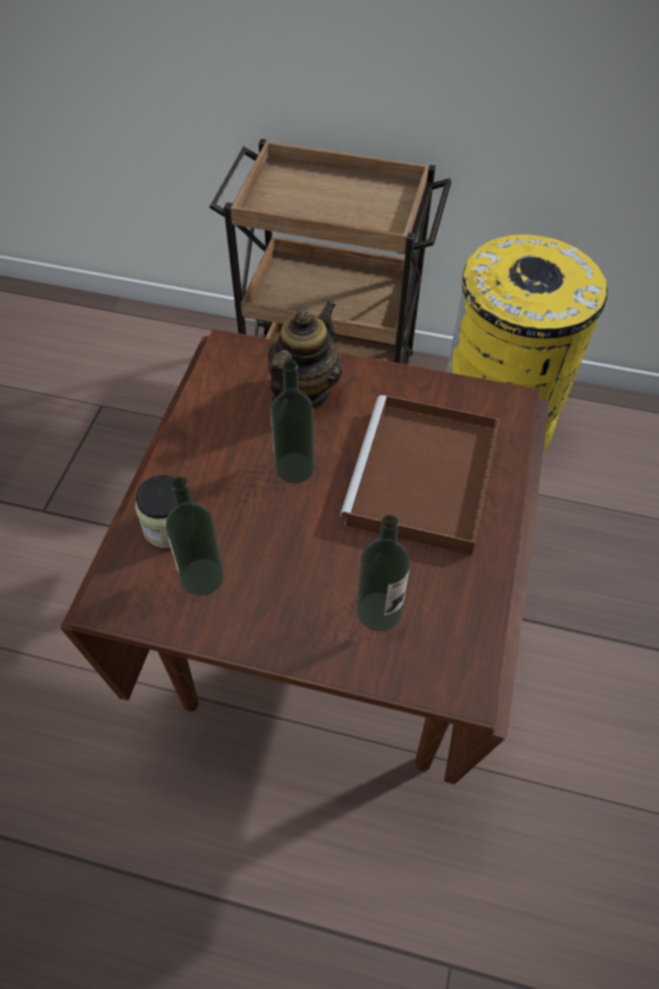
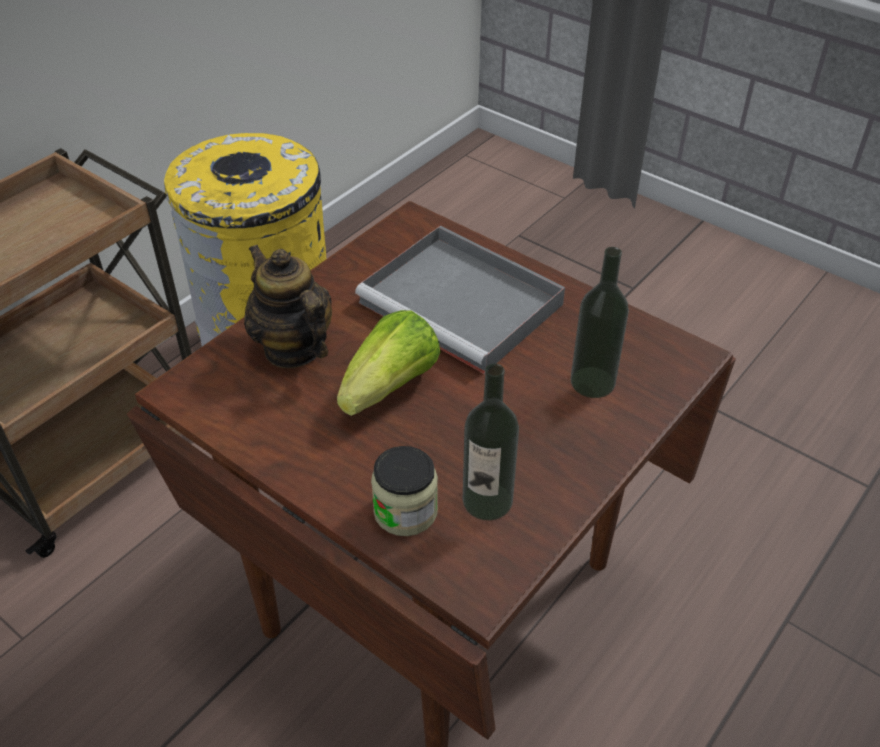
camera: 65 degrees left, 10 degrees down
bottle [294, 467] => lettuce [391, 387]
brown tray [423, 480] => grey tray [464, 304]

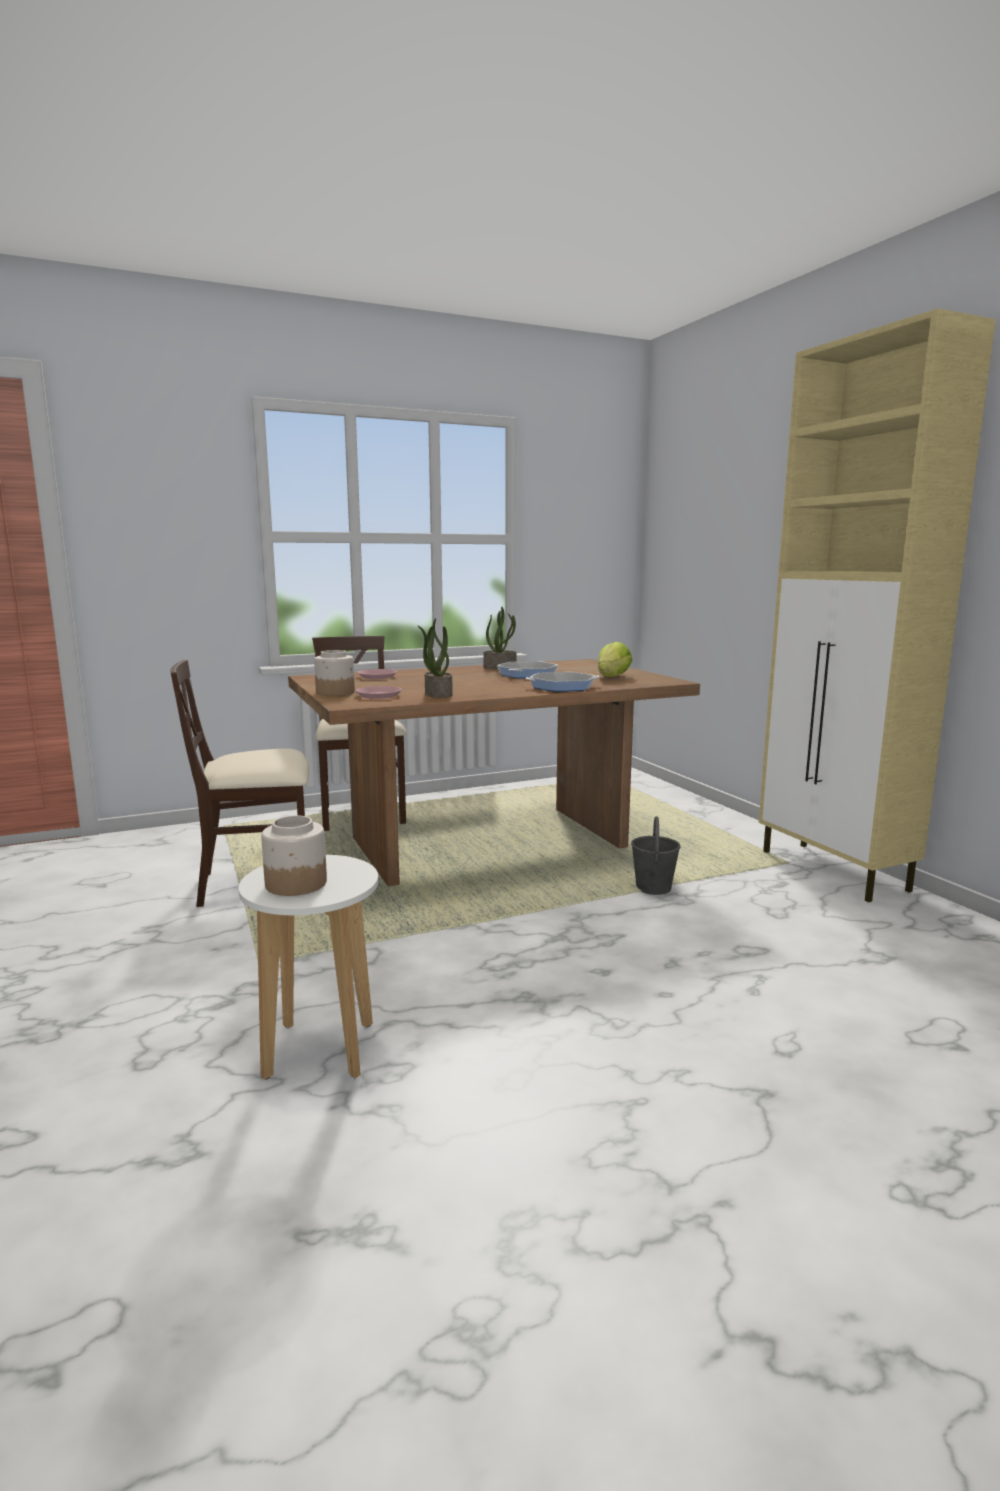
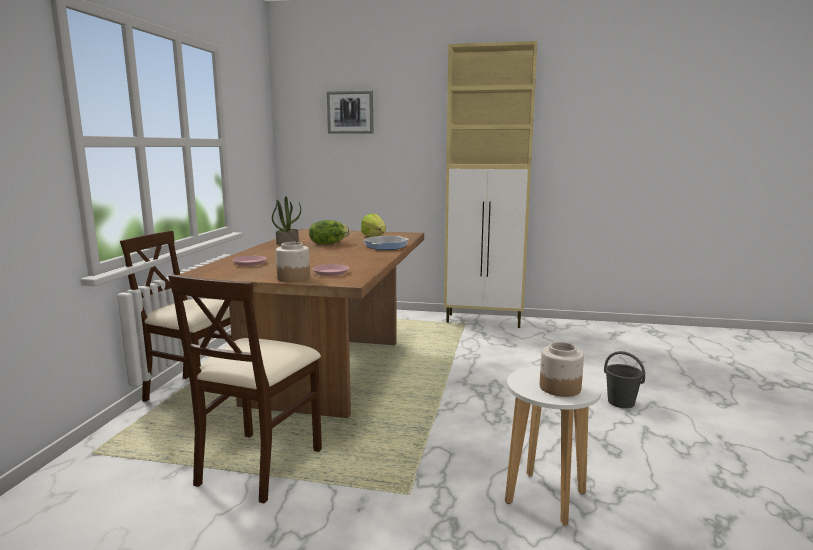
camera: 55 degrees left, 0 degrees up
potted plant [437, 694] => nothing
frying pan [527, 674] => lettuce [328, 243]
grey bucket [653, 888] => grey bucket [621, 402], relocated
nothing => picture [350, 112]

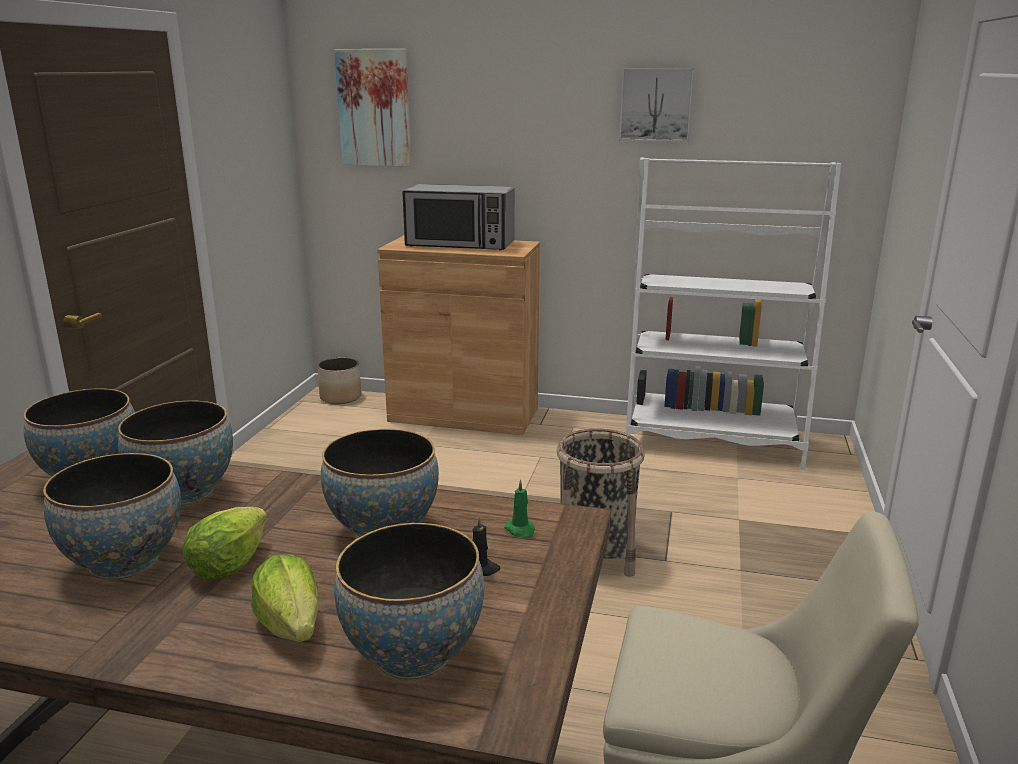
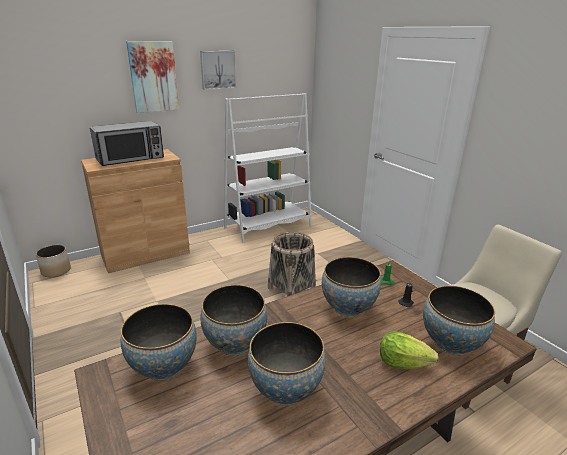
camera: 45 degrees left, 5 degrees up
picture [374, 108] => picture [153, 77], relocated
lettuce [228, 565] => nothing

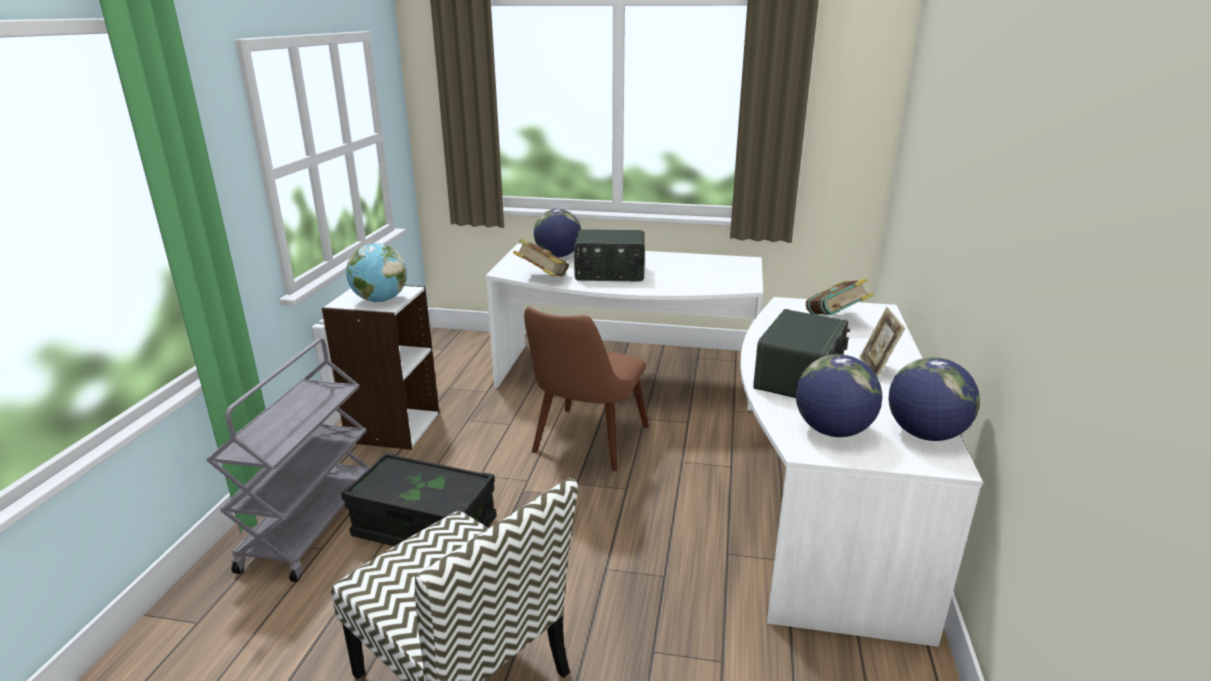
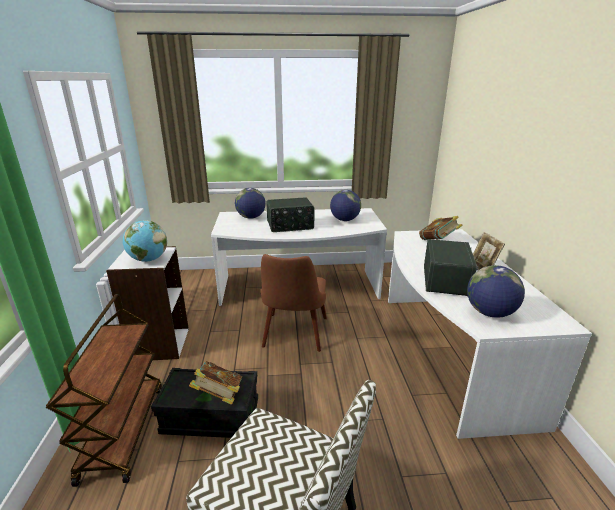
camera: 15 degrees left, 0 degrees up
book [542, 278] => book [218, 396], relocated
grey cart [310, 523] => brown cart [123, 430]
globe [925, 434] => globe [345, 220], relocated

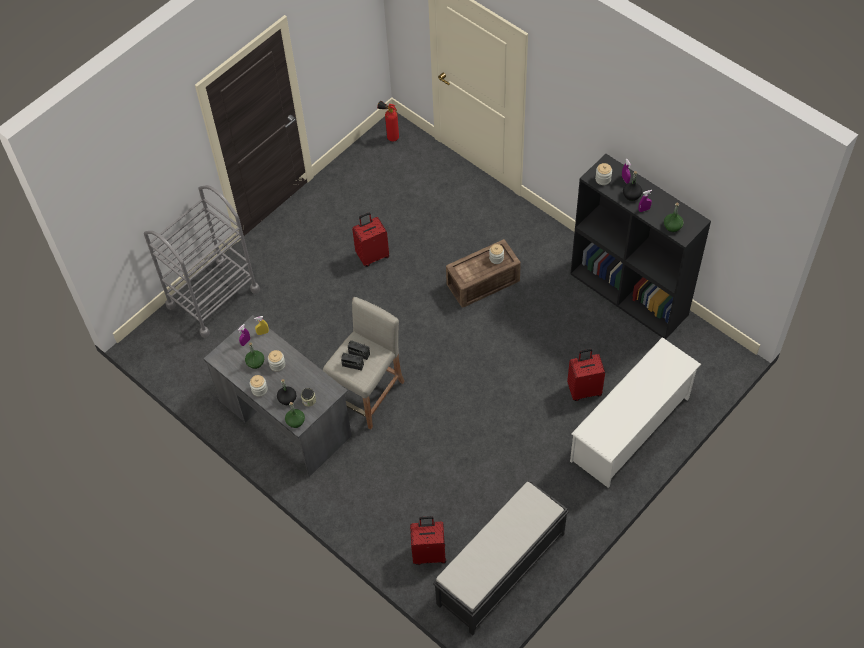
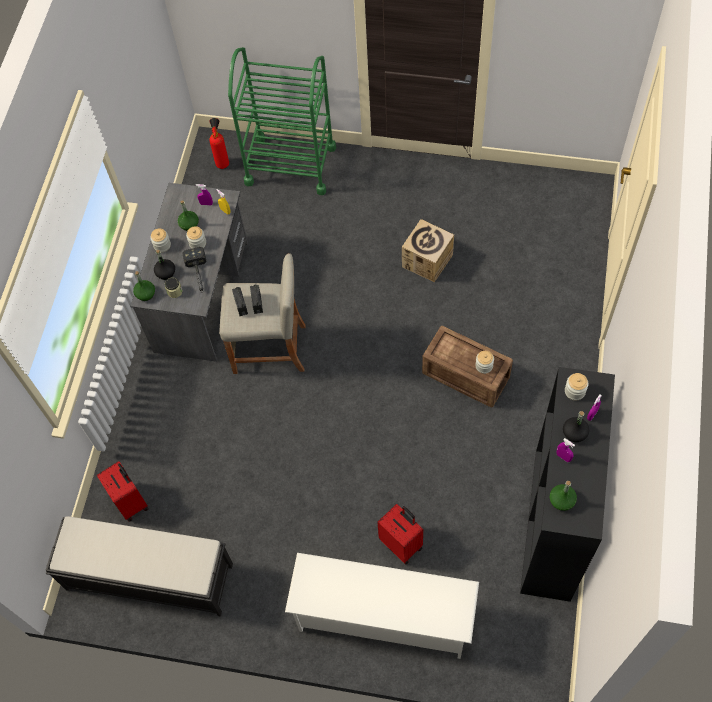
camera: 60 degrees right, 5 degrees up
fire extinguisher [390, 137] => fire extinguisher [222, 162], relocated
grey cart [213, 298] => green cart [290, 165]
red suitcase [372, 255] => cardboard box [427, 261]
nothing => hammer [198, 275]

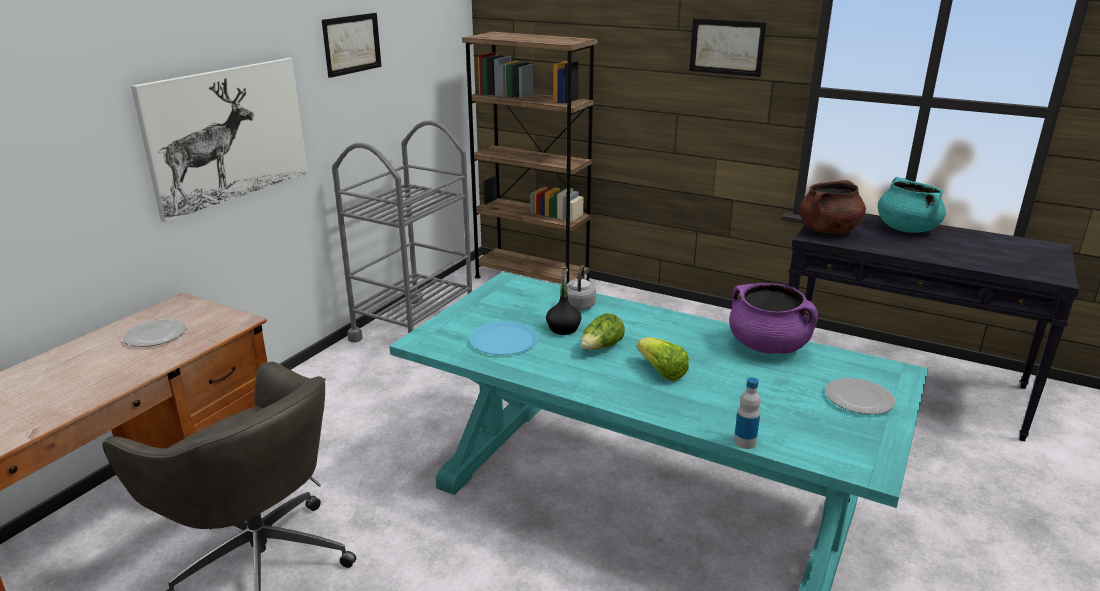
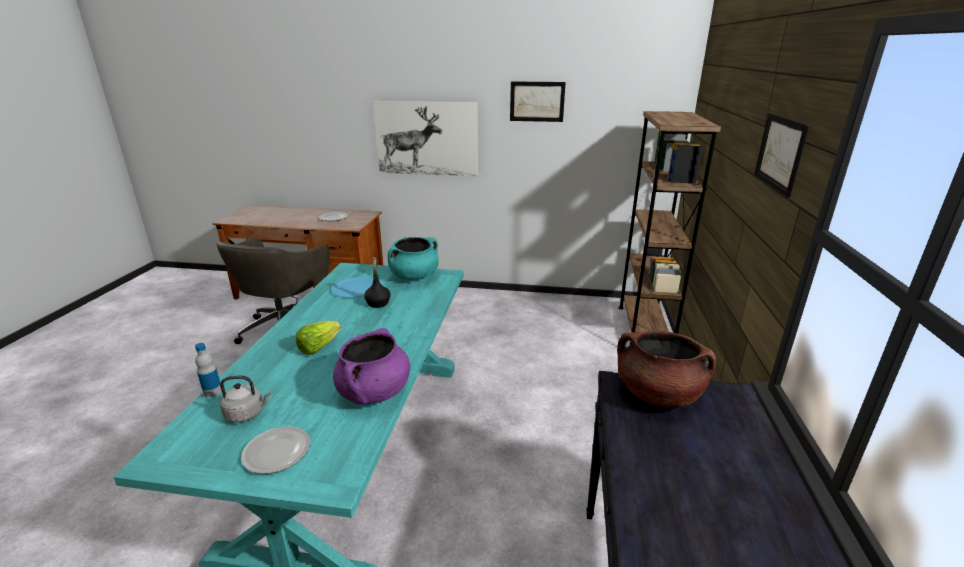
camera: 70 degrees right, 0 degrees up
grey cart [414, 327] => nothing
turquoise cooking pot [906, 229] => turquoise cooking pot [414, 276], relocated
grey kettle [579, 305] => grey kettle [247, 413], relocated
lettuce [601, 347] => nothing

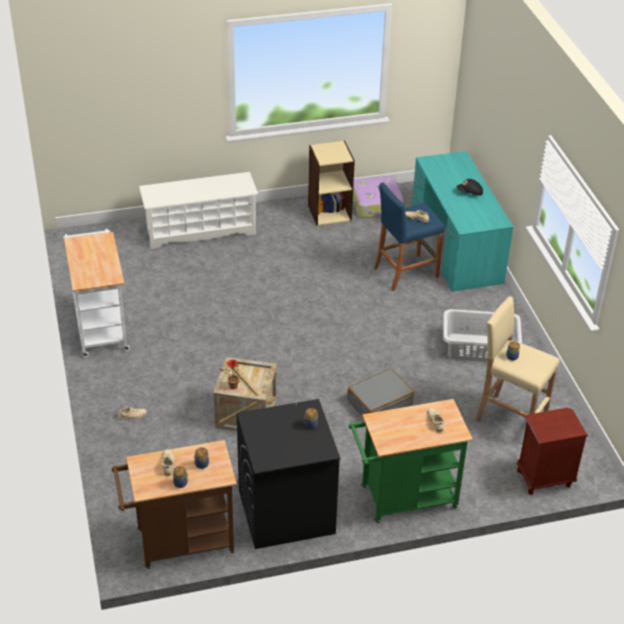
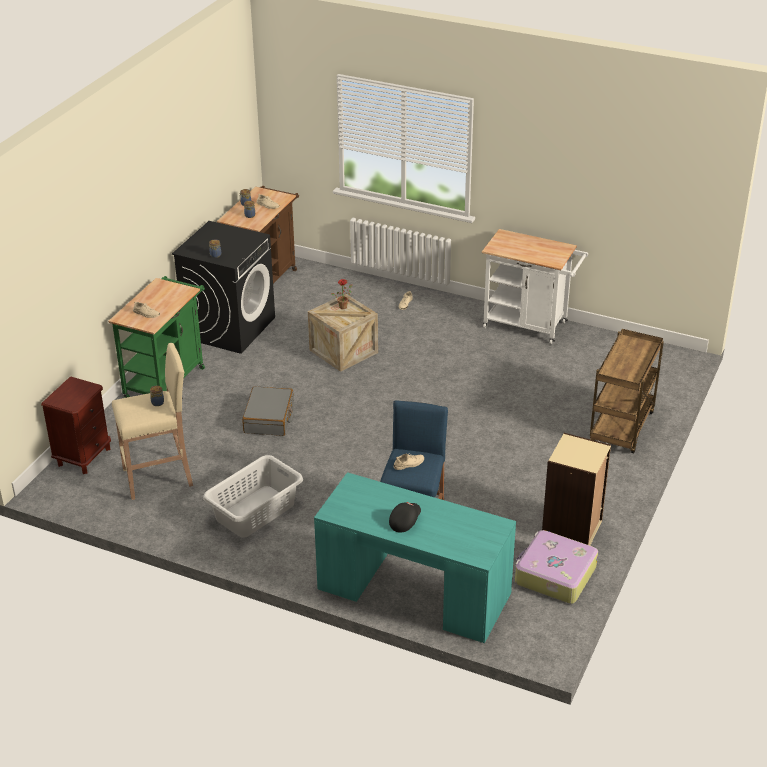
camera: 130 degrees right, 5 degrees down
white shoe rack [200, 230] => brown cart [622, 429]

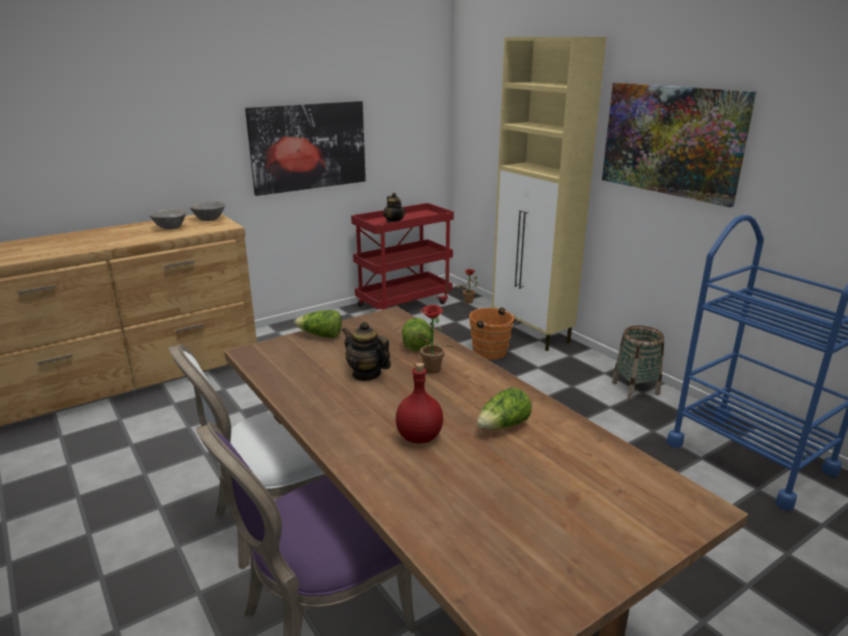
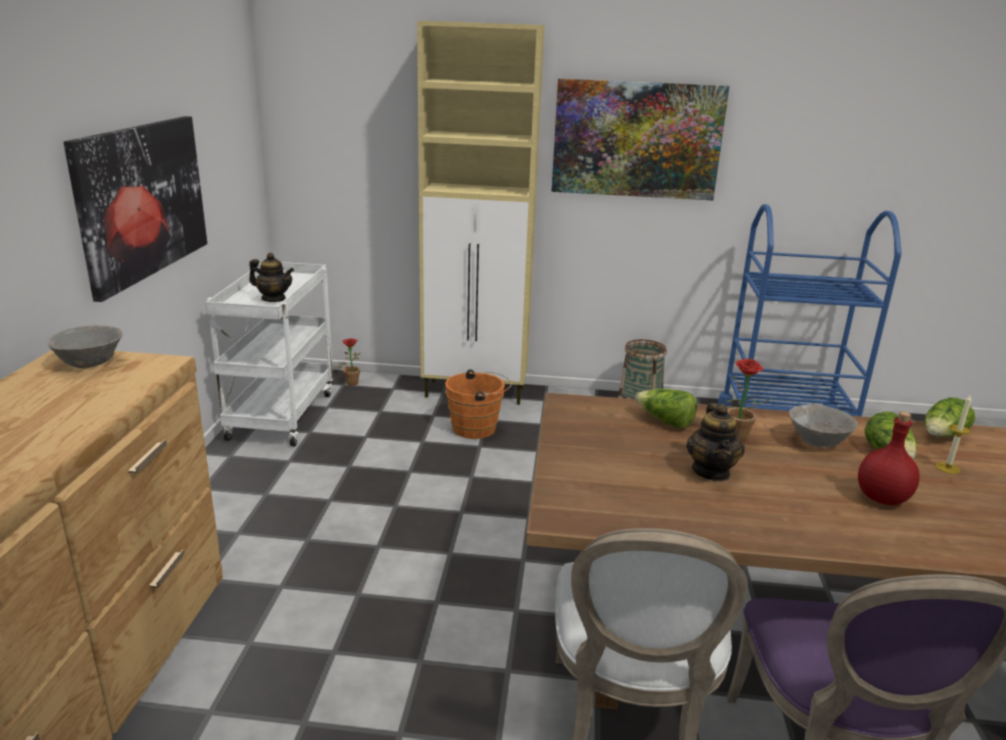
camera: 50 degrees left, 0 degrees up
red cart [404, 304] => white cart [281, 414]
grey bowl [170, 228] => grey bowl [816, 442], relocated
lettuce [321, 336] => lettuce [942, 436], relocated
teapot [366, 374] => teapot [711, 471], 75 degrees counterclockwise
nothing => candle [947, 468]

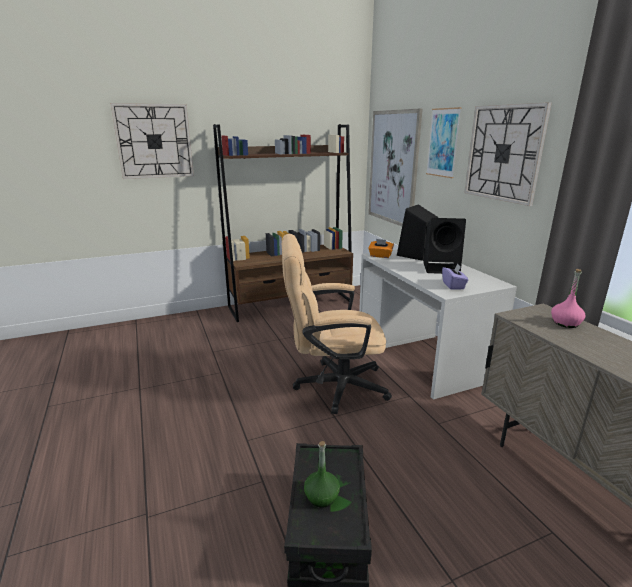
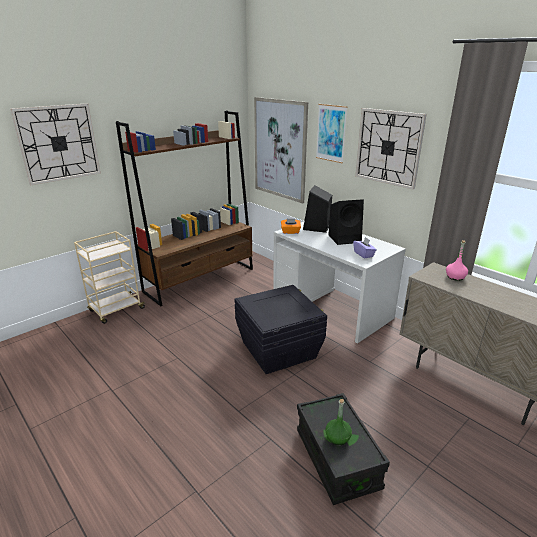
camera: 20 degrees left, 5 degrees up
beige office chair [332, 386] => black storage box [279, 349]
nothing => beige cart [116, 310]

